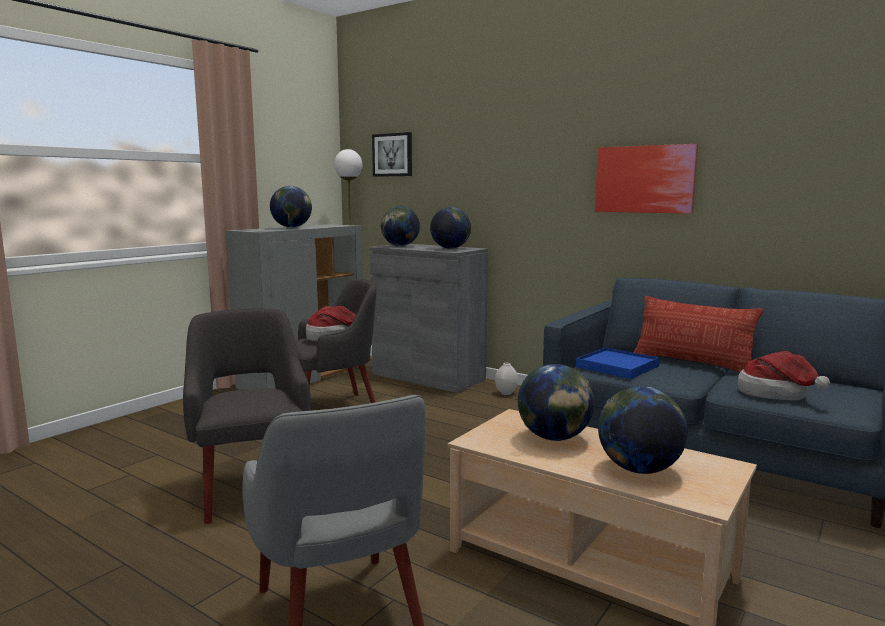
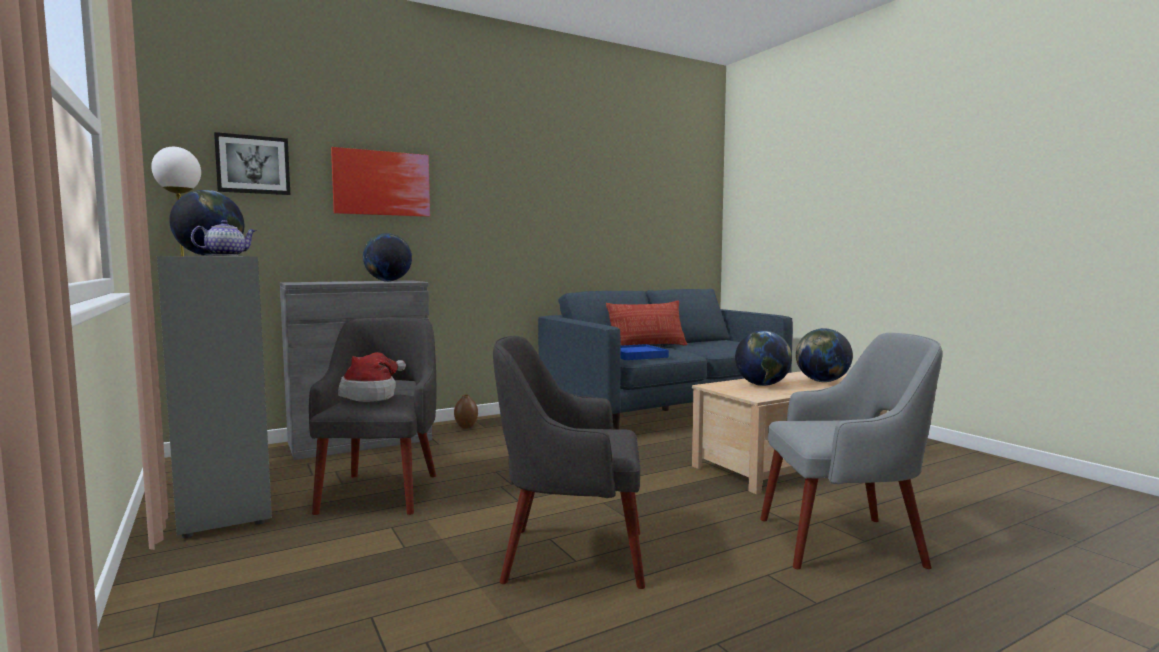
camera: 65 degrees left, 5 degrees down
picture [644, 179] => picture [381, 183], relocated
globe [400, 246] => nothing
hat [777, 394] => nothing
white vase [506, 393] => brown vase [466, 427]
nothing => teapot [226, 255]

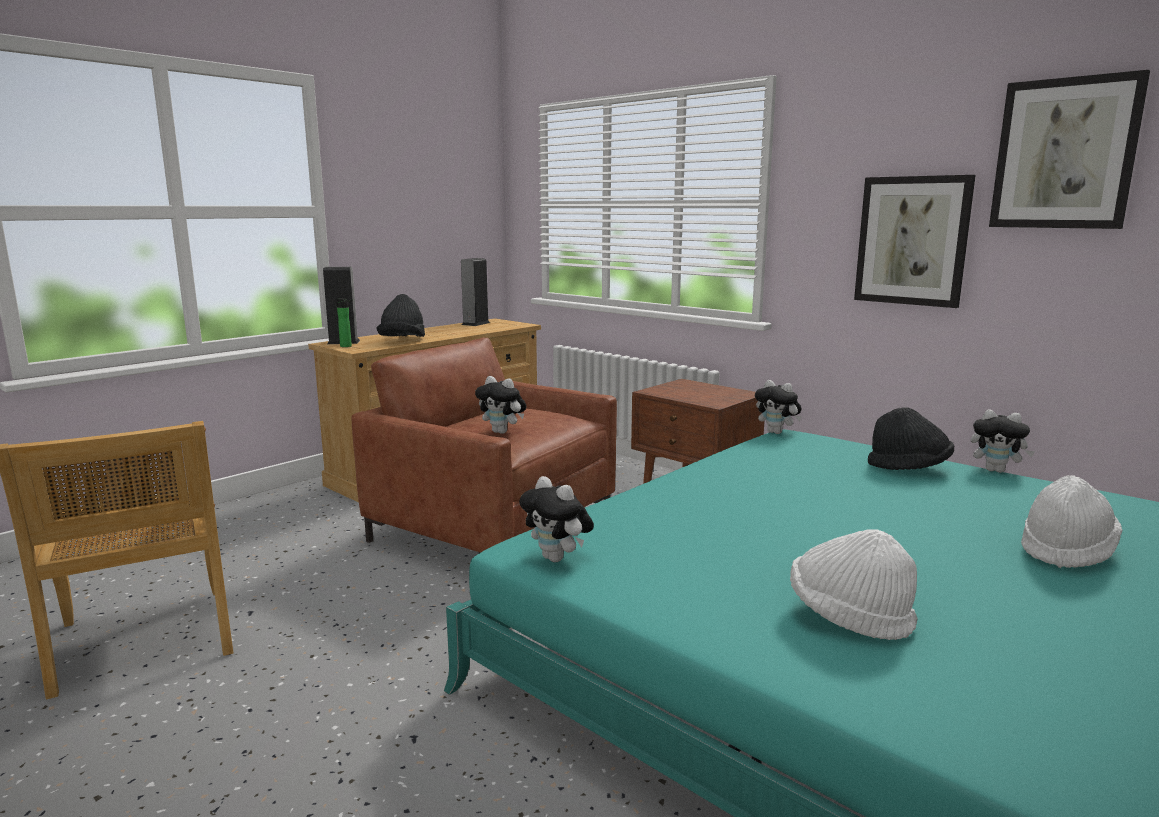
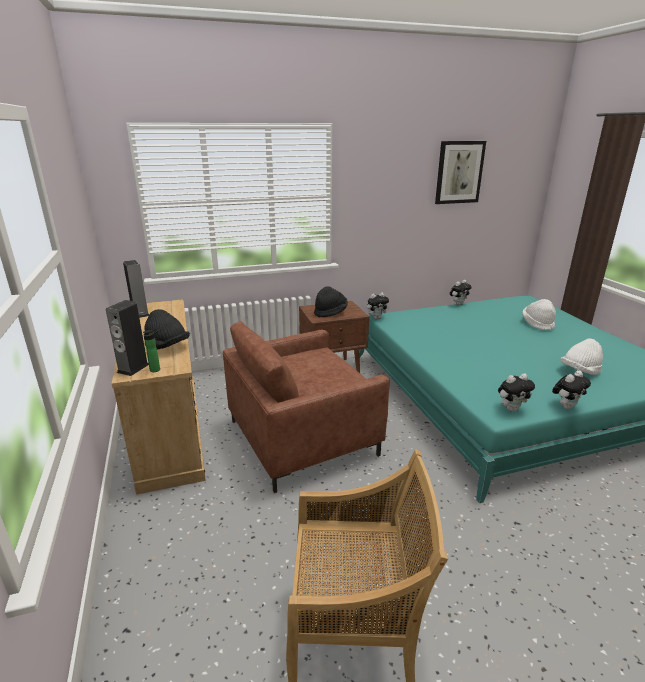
camera: 60 degrees left, 10 degrees up
picture [912, 241] => nothing
plush toy [502, 432] => plush toy [566, 406], relocated
black hat [909, 468] => black hat [330, 312], relocated

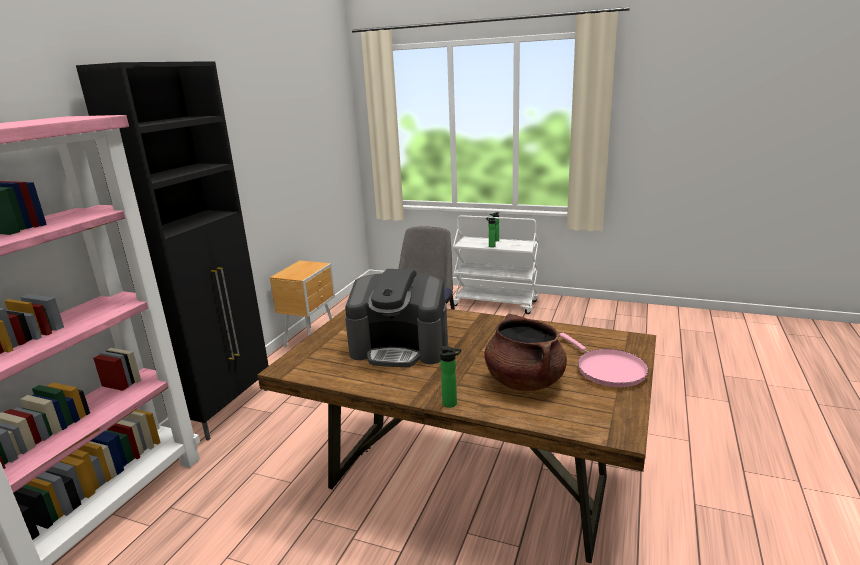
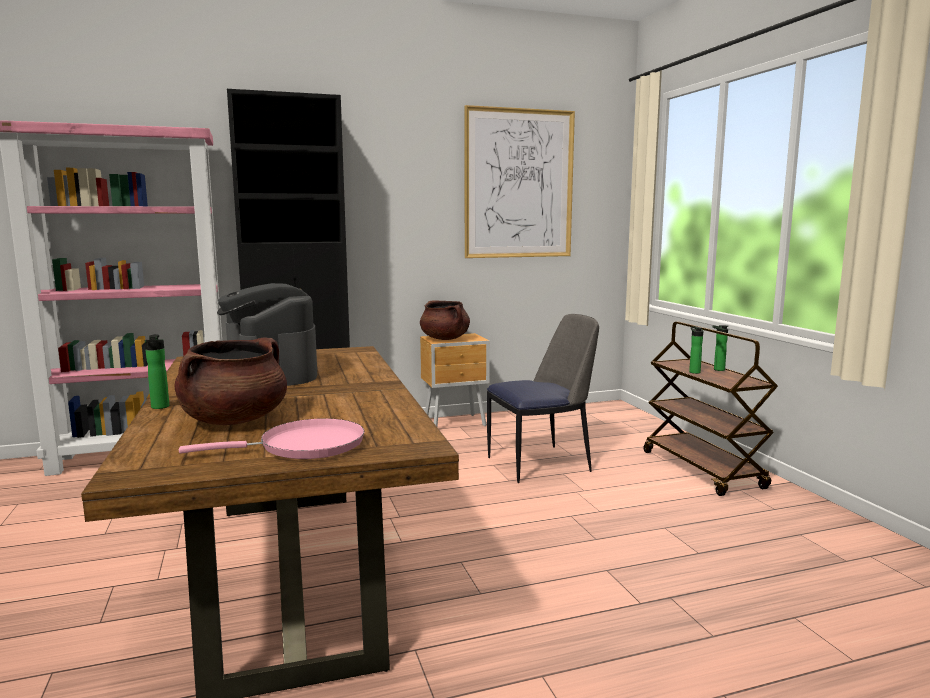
camera: 50 degrees right, 10 degrees down
white cart [496, 303] => brown cart [703, 470]
pink frying pan [607, 369] => pink frying pan [304, 446], 135 degrees counterclockwise
nothing => picture [519, 184]
nothing => brown cooking pot [445, 339]

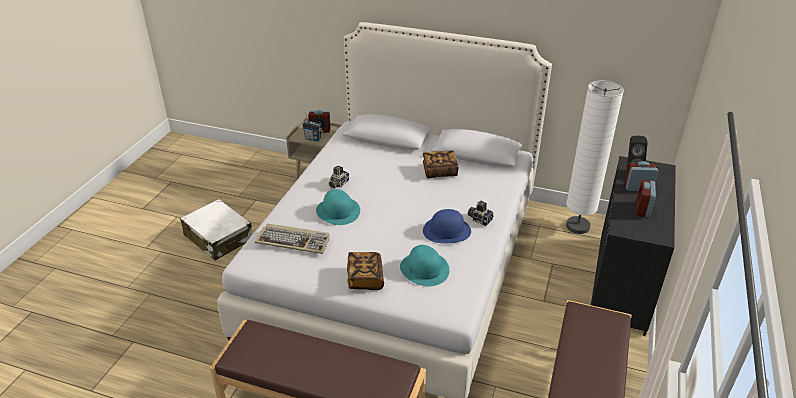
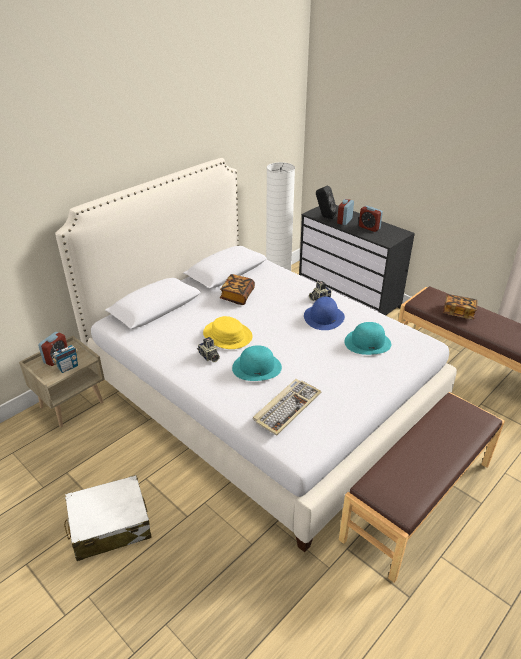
camera: 65 degrees left, 0 degrees up
book [365, 278] => book [458, 313], relocated
nothing => yellow hat [227, 335]

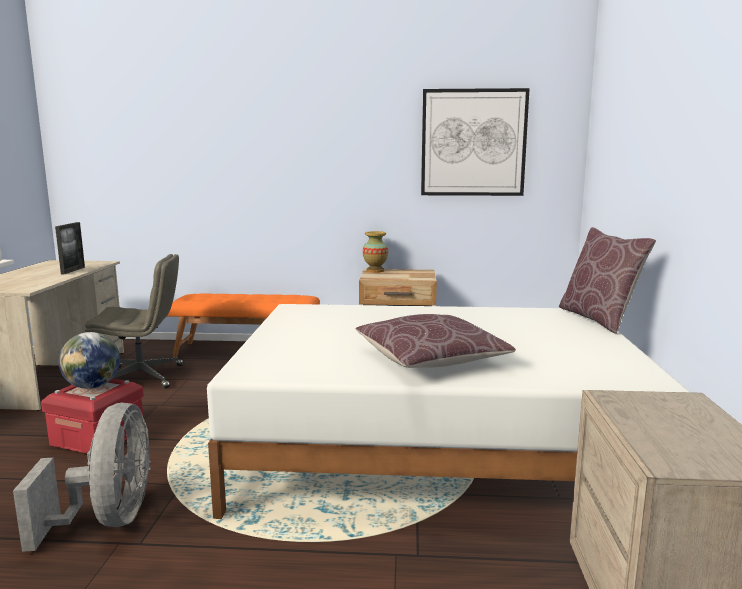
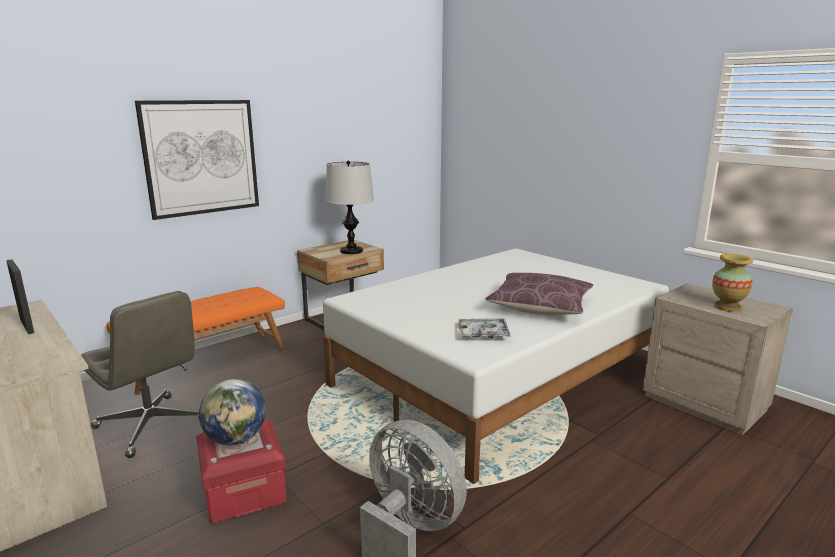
camera: 45 degrees left, 5 degrees up
picture [473, 143] => picture [201, 157], relocated
brown pillow [598, 319] => nothing
vase [375, 271] => vase [727, 307], relocated
grey office chair [143, 377] => grey office chair [152, 425], 90 degrees clockwise
nothing => table lamp [351, 251]
nothing => tray [483, 333]

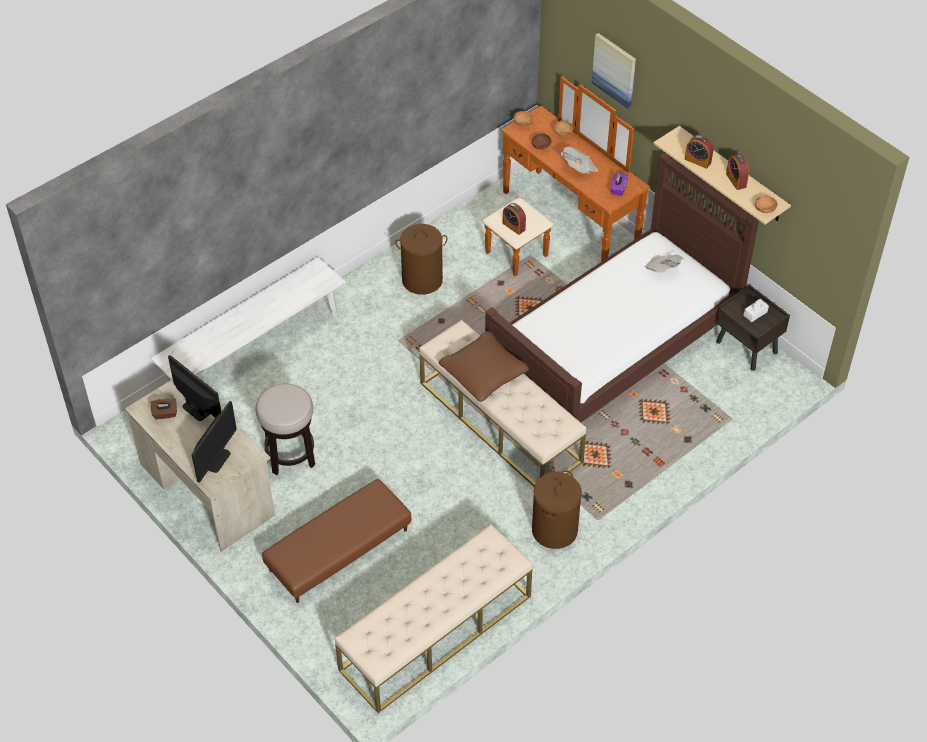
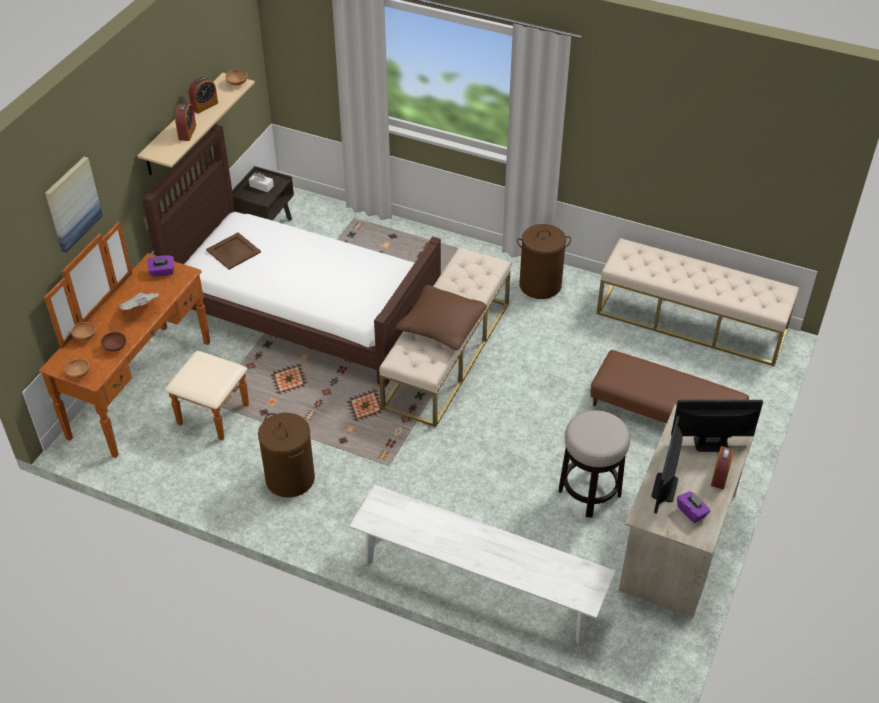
camera: 115 degrees left, 5 degrees down
alarm clock [513, 226] => alarm clock [720, 476], relocated
newspaper [662, 269] => brown tray [233, 251]
brown tissue box [165, 414] => purple tissue box [691, 512]

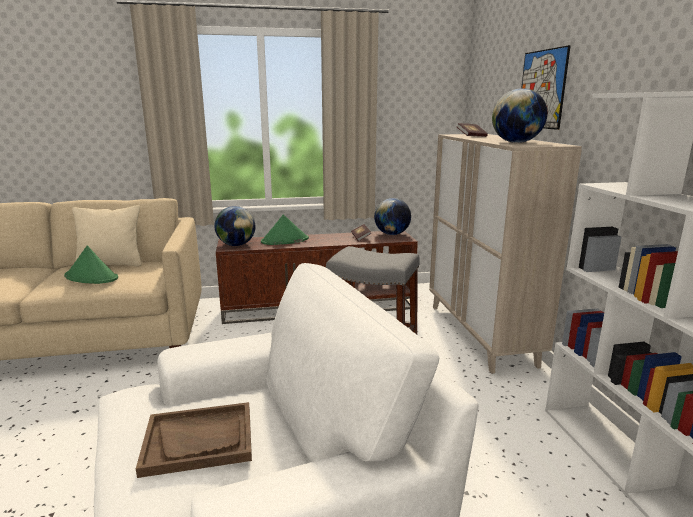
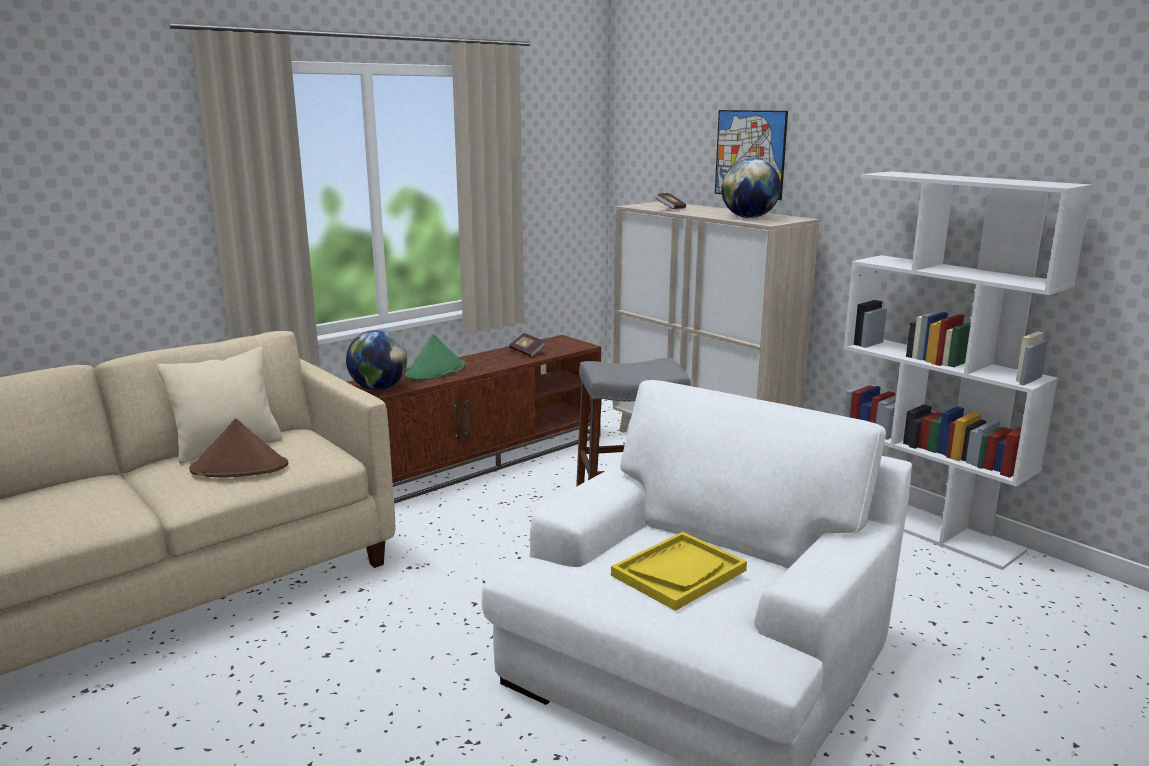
camera: 30 degrees left, 0 degrees up
globe [392, 234] => nothing
green hat [91, 277] => brown hat [240, 468]
brown tray [199, 440] => yellow tray [679, 573]

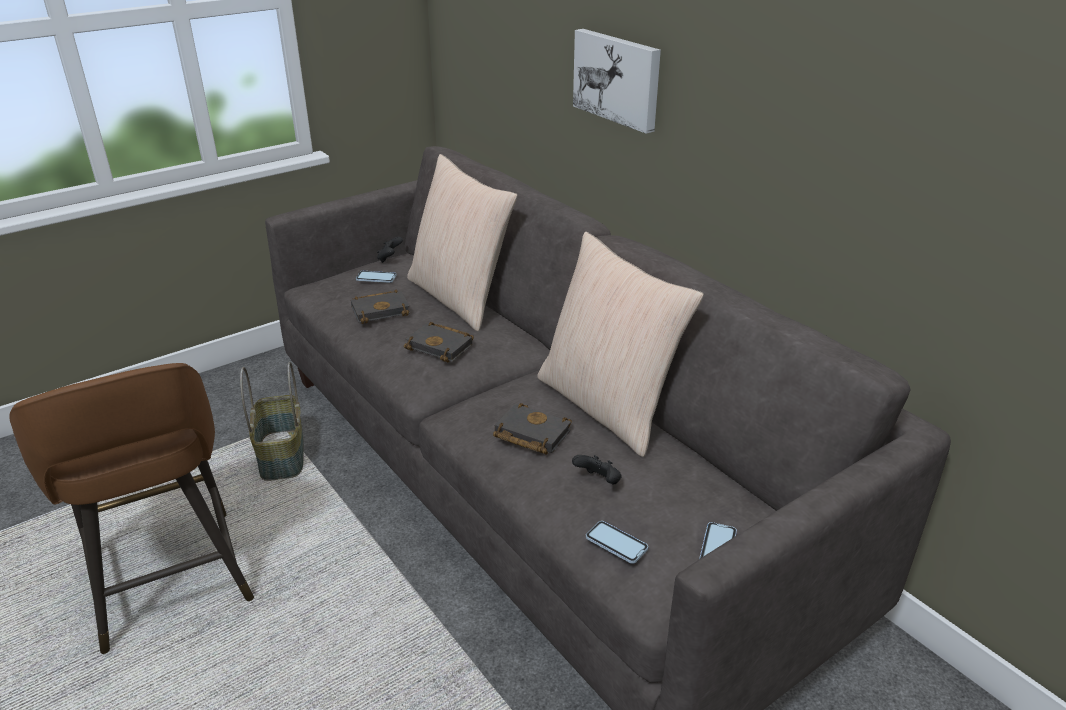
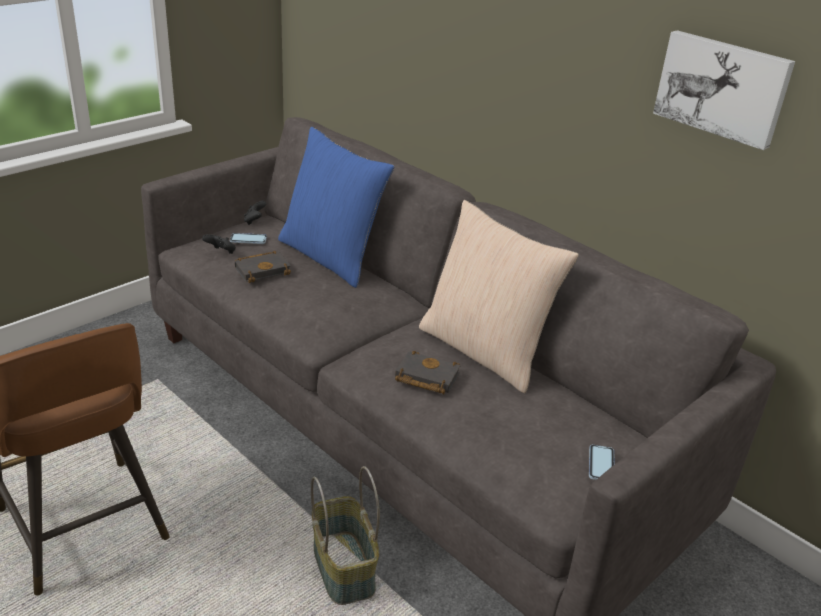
camera: 10 degrees left, 0 degrees up
picture [618, 79] => picture [722, 87], relocated
beige pillow [460, 297] => blue pillow [331, 257]
black book [442, 346] => nothing
basket [283, 455] => basket [345, 568], relocated
black game controller [598, 481] => black game controller [221, 252], relocated
phone [616, 543] => nothing

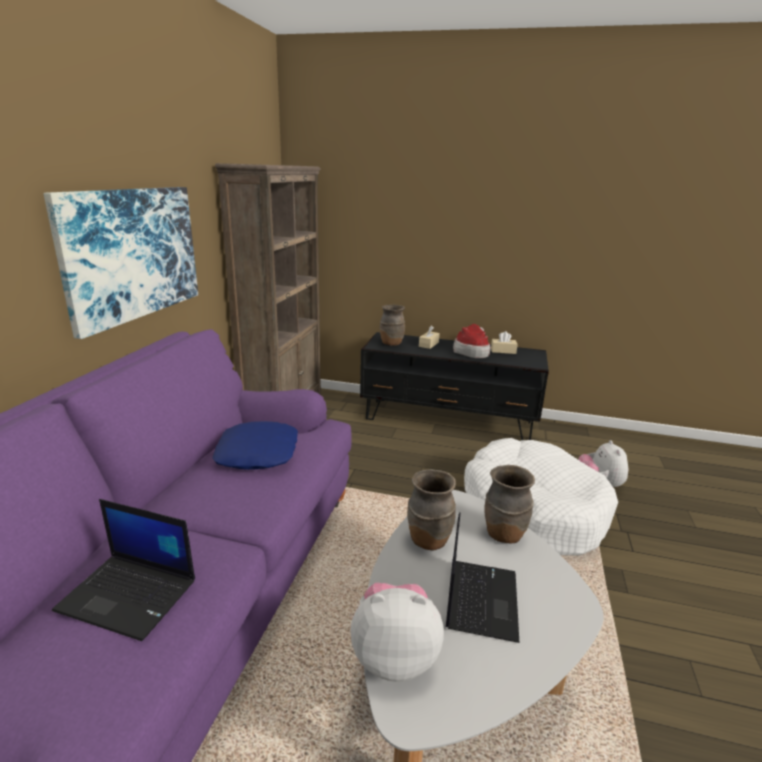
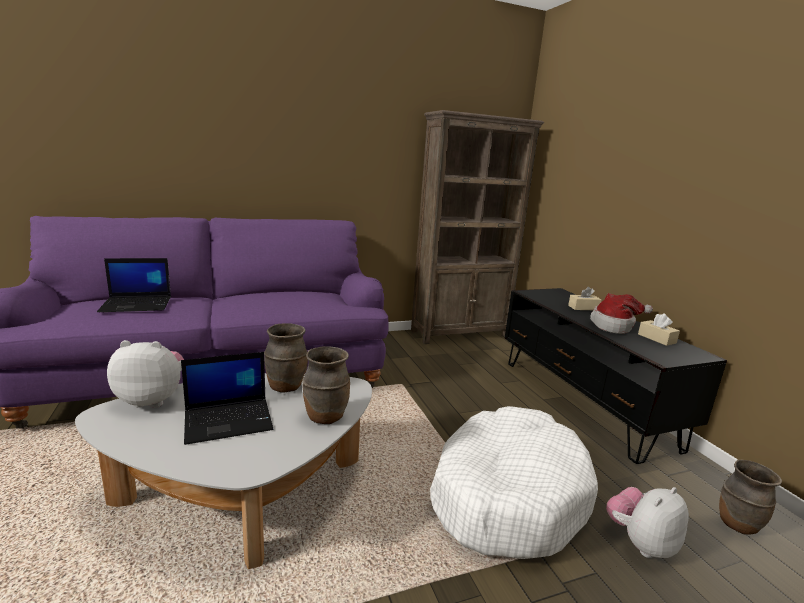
camera: 55 degrees right, 5 degrees down
picture [132, 254] => nothing
brown vase [391, 344] => brown vase [737, 524], relocated
blue pillow [257, 453] => nothing
laptop [130, 595] => laptop [137, 304], 90 degrees counterclockwise
plush toy [394, 655] => plush toy [152, 399], 60 degrees counterclockwise

